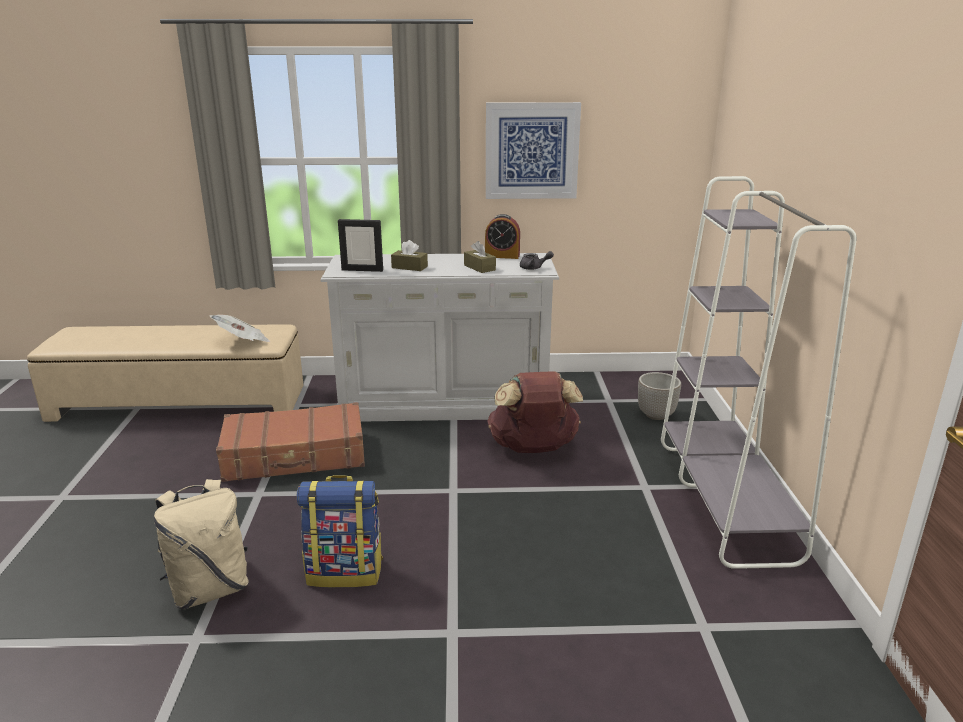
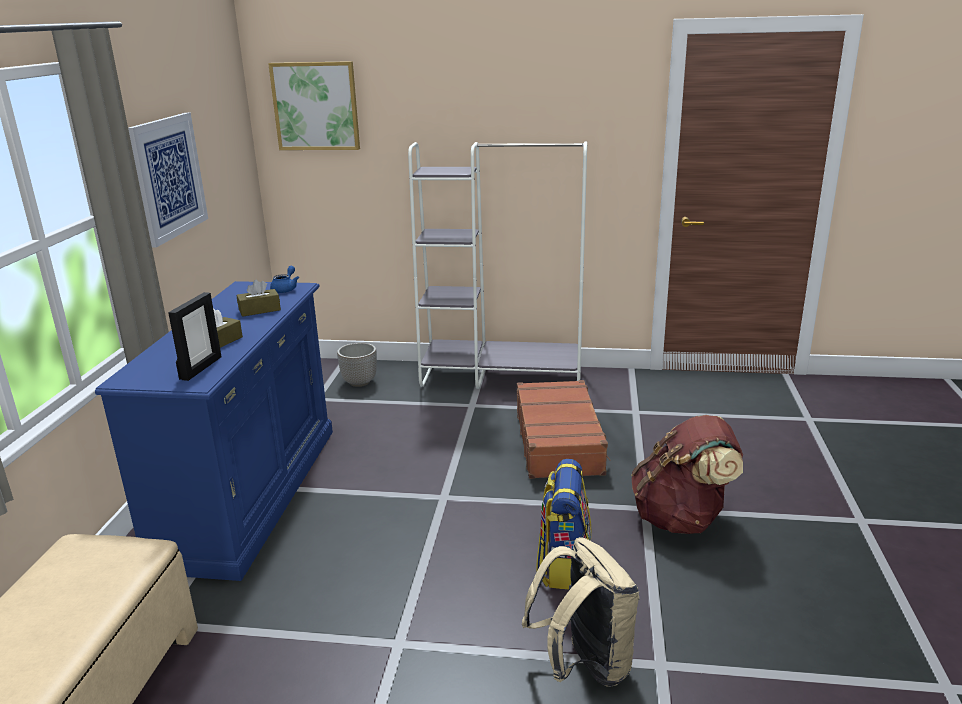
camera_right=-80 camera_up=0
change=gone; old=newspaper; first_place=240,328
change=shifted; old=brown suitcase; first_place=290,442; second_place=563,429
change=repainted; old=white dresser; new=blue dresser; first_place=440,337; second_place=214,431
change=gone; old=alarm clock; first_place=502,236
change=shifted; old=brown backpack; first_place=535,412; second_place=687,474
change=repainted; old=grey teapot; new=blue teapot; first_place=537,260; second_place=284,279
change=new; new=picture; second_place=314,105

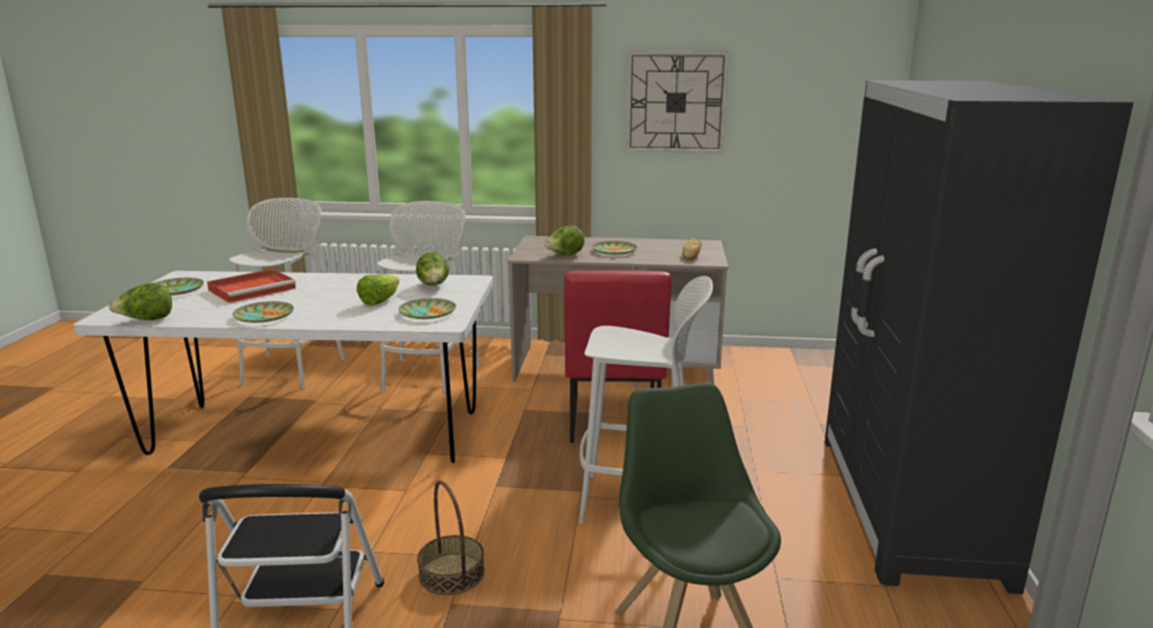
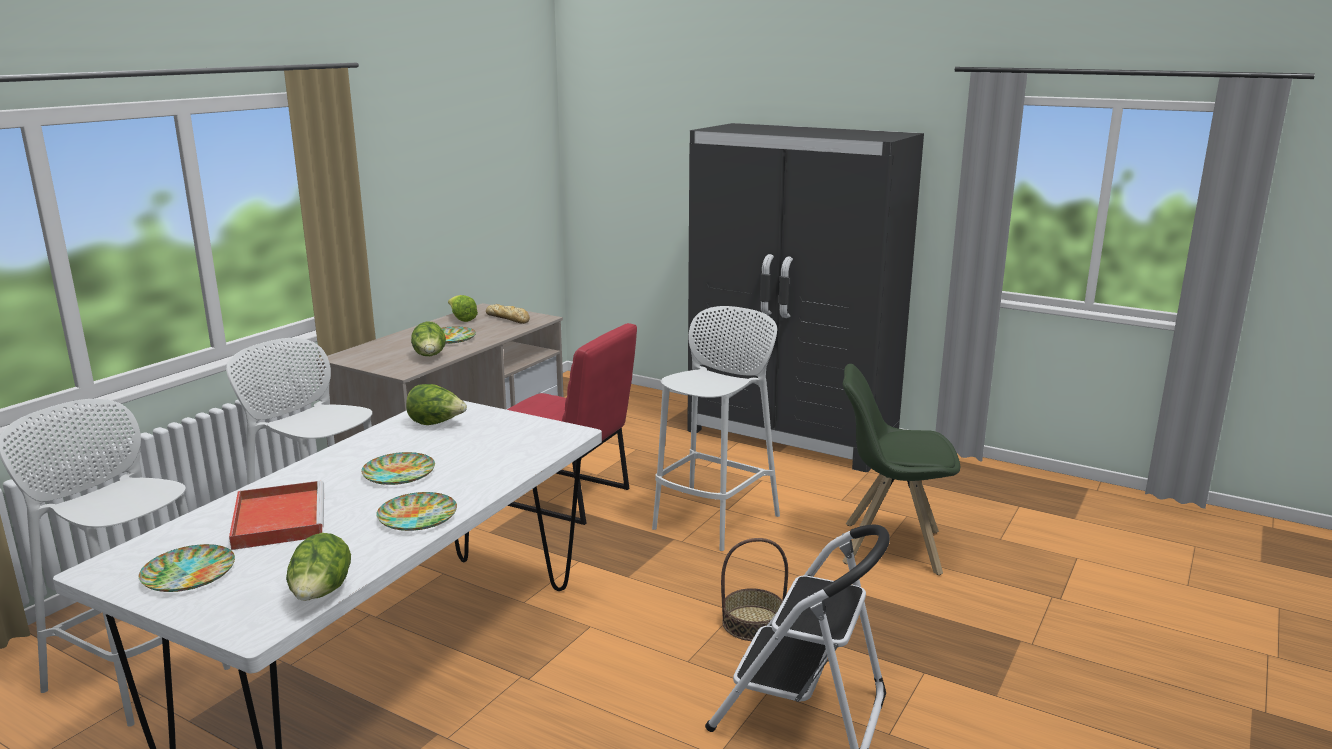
camera_right=-65 camera_up=0
change=shifted; old=lettuce; first_place=378,290; second_place=463,308
change=shifted; old=plate; first_place=427,308; second_place=398,468
change=gone; old=wall clock; first_place=677,102

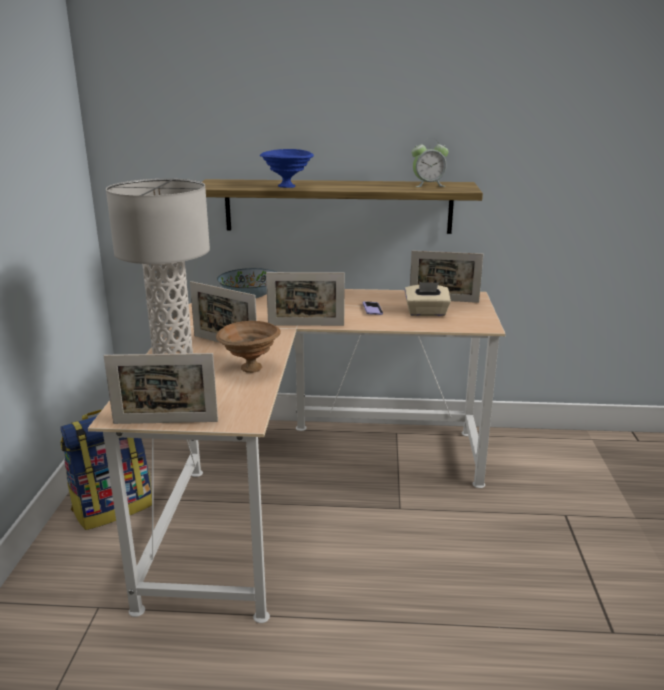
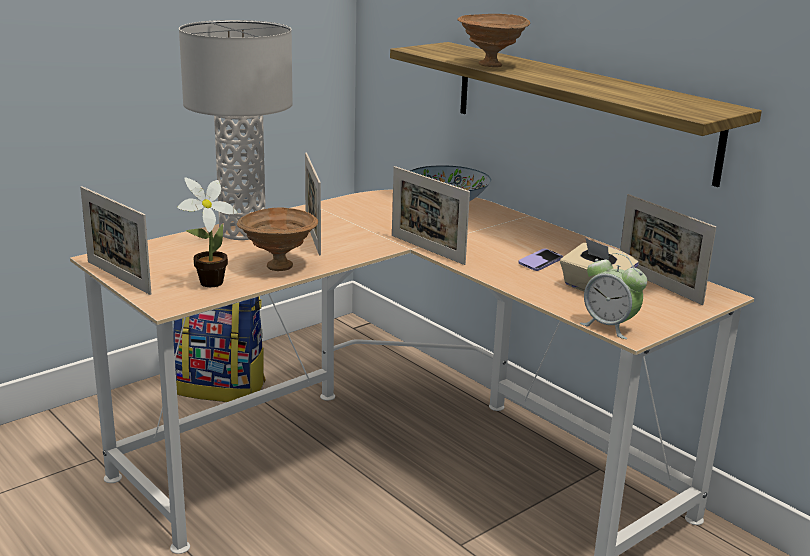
camera_right=45 camera_up=0
change=repainted; old=blue bowl; new=brown bowl; first_place=287,168; second_place=493,40
change=shifted; old=alarm clock; first_place=430,162; second_place=613,296
change=new; new=potted plant; second_place=207,232

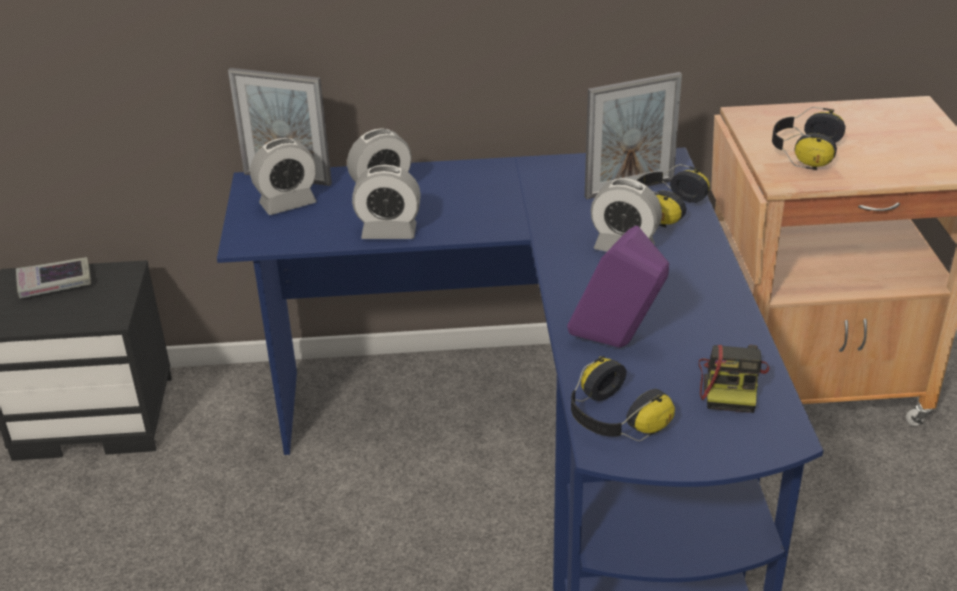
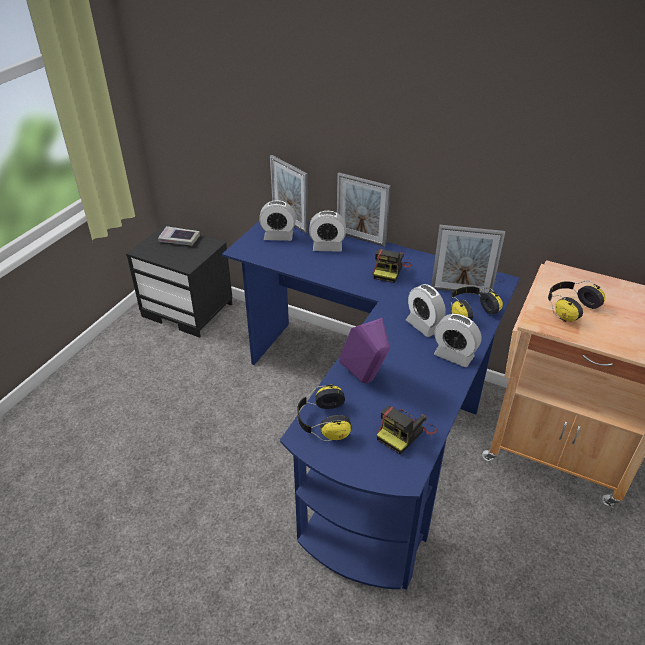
camera_right=30 camera_up=5
change=shifted; old=alarm clock; first_place=386,202; second_place=458,340
change=new; new=picture frame; second_place=364,210
change=new; new=photo camera; second_place=391,266

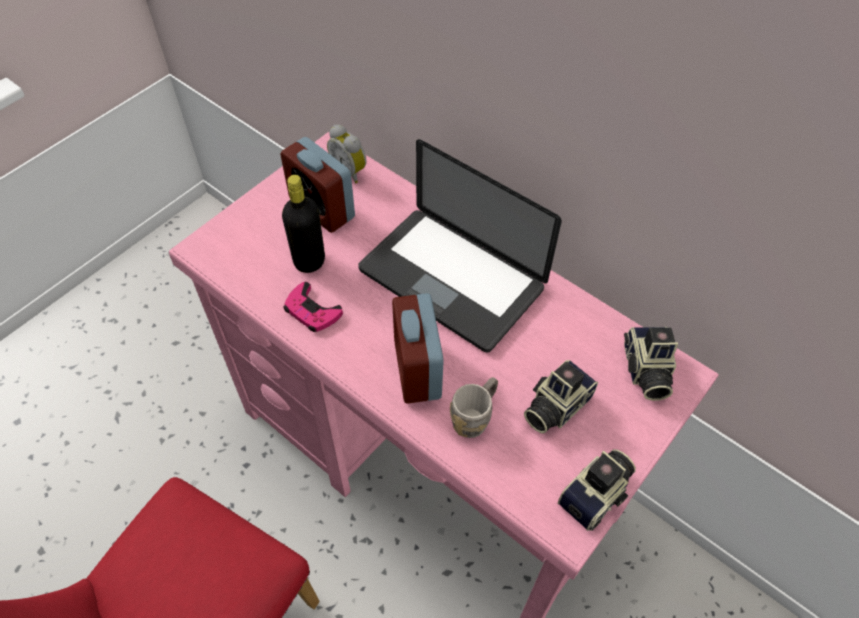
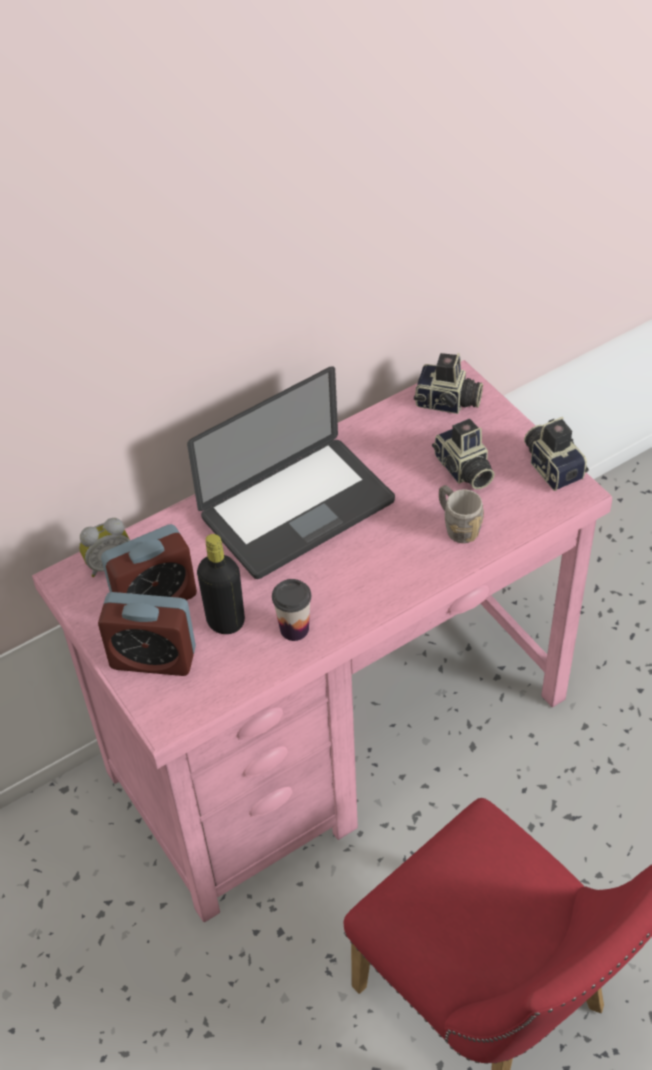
camera_right=-70 camera_up=-5
change=swapped; old=pink game controller; new=cup; first_place=313,307; second_place=291,610
change=shifted; old=alarm clock; first_place=418,348; second_place=147,634

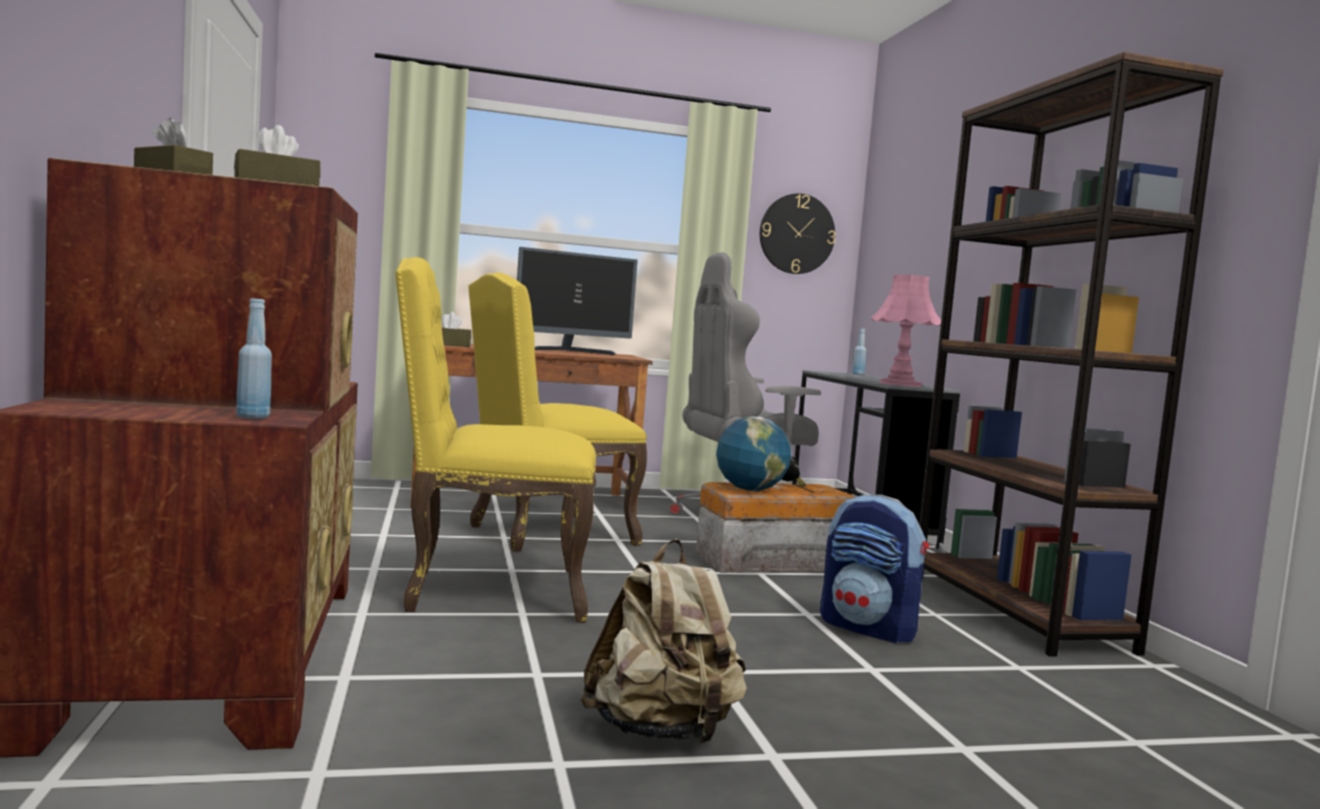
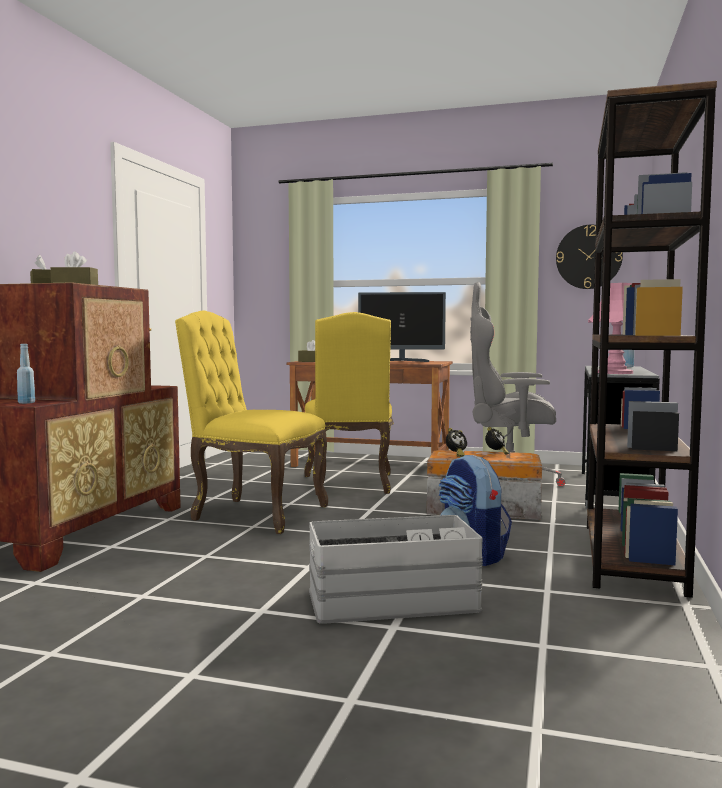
camera_right=30 camera_up=0
change=rotated; old=yellow chair; first_place=558,412; second_place=349,403; degrees=-90
change=gone; old=beige backpack; first_place=663,641
change=swapped; old=globe; new=alarm clock; first_place=753,453; second_place=456,442
change=new; new=grey storage box; second_place=396,569

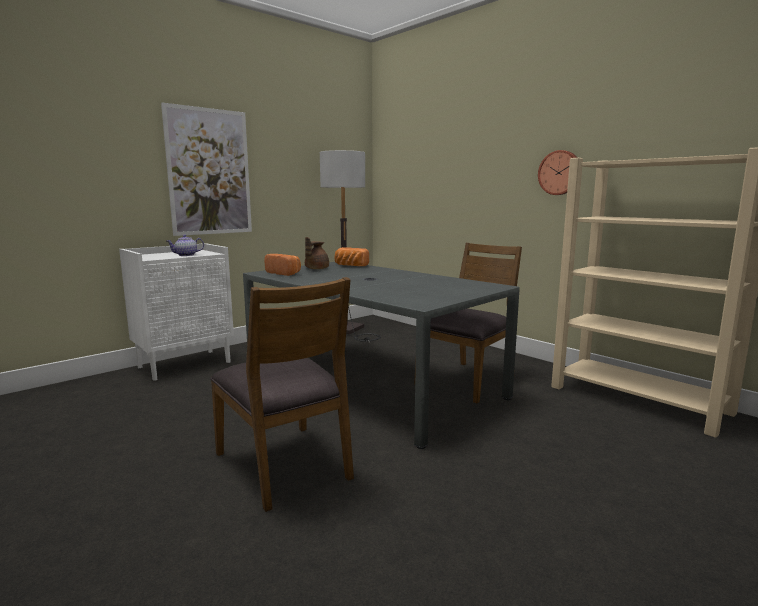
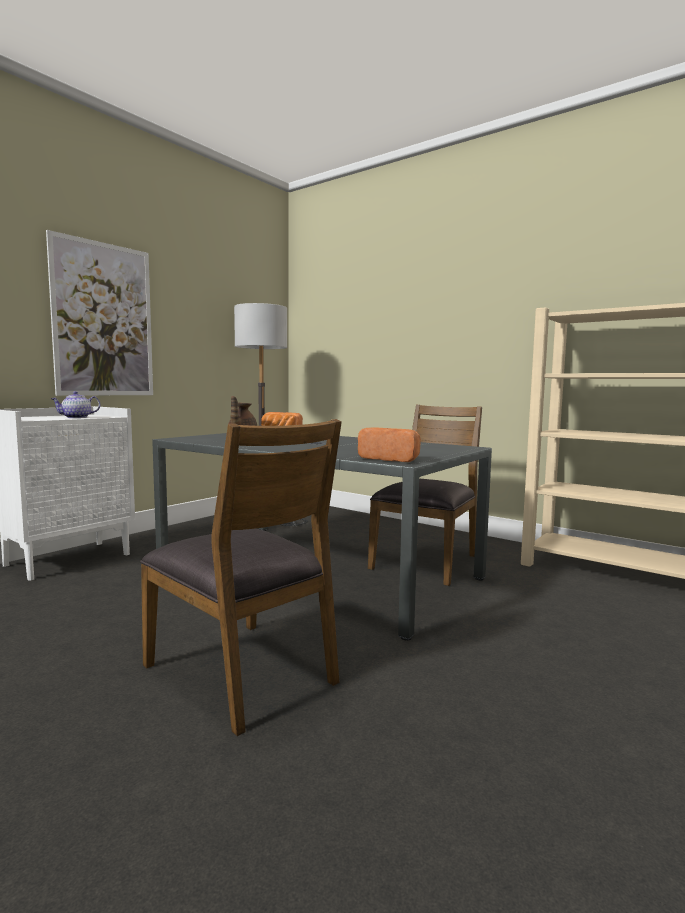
camera_right=-10 camera_up=-5
change=shifted; old=bread; first_place=282,265; second_place=389,445
change=gone; old=wall clock; first_place=557,172

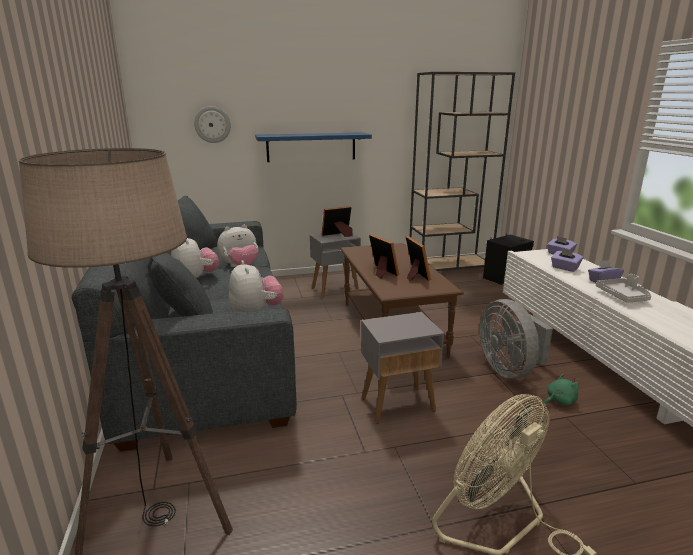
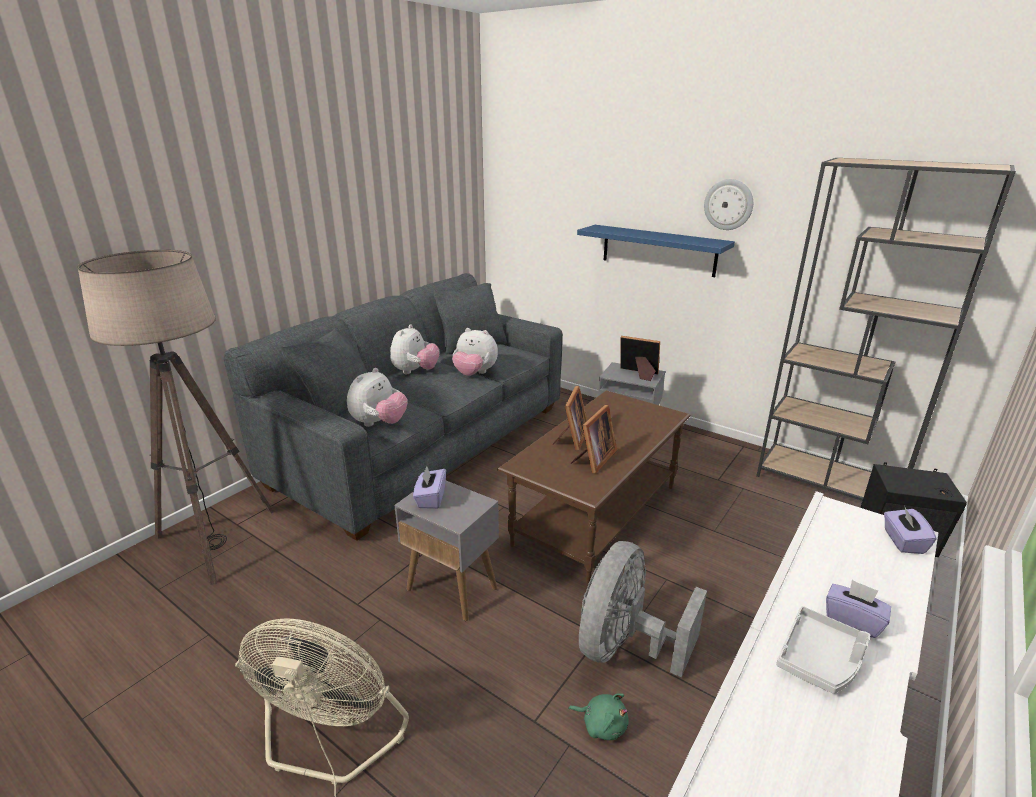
camera_right=50 camera_up=5
change=shifted; old=wall clock; first_place=212,124; second_place=728,204
change=shifted; old=purple tissue box; first_place=567,260; second_place=429,487

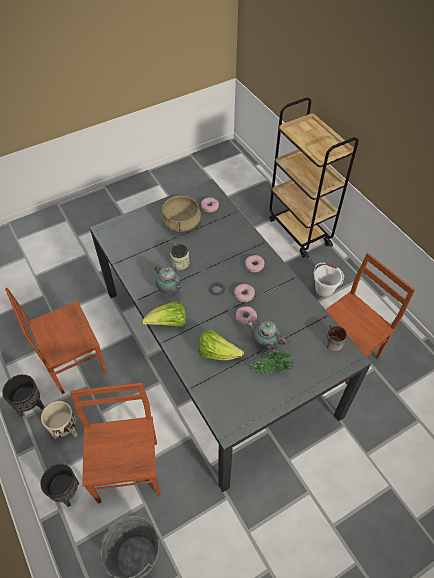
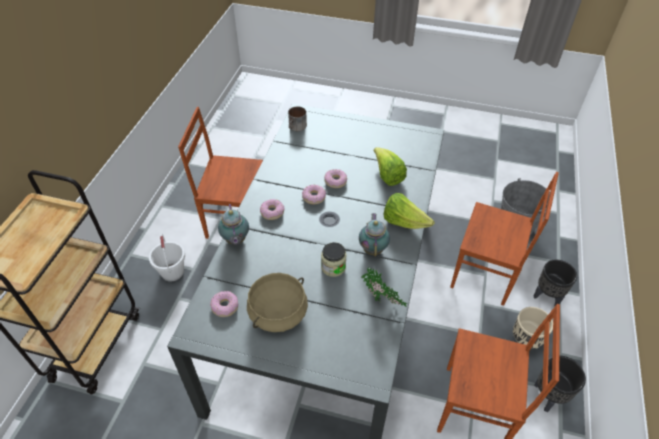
camera_right=-135 camera_up=-5
change=rotated; old=brown chair; first_place=115,443; second_place=504,239; degrees=-105
change=shifted; old=teapot; first_place=266,335; second_place=233,224
change=shifted; old=potted plant; first_place=271,363; second_place=384,287

